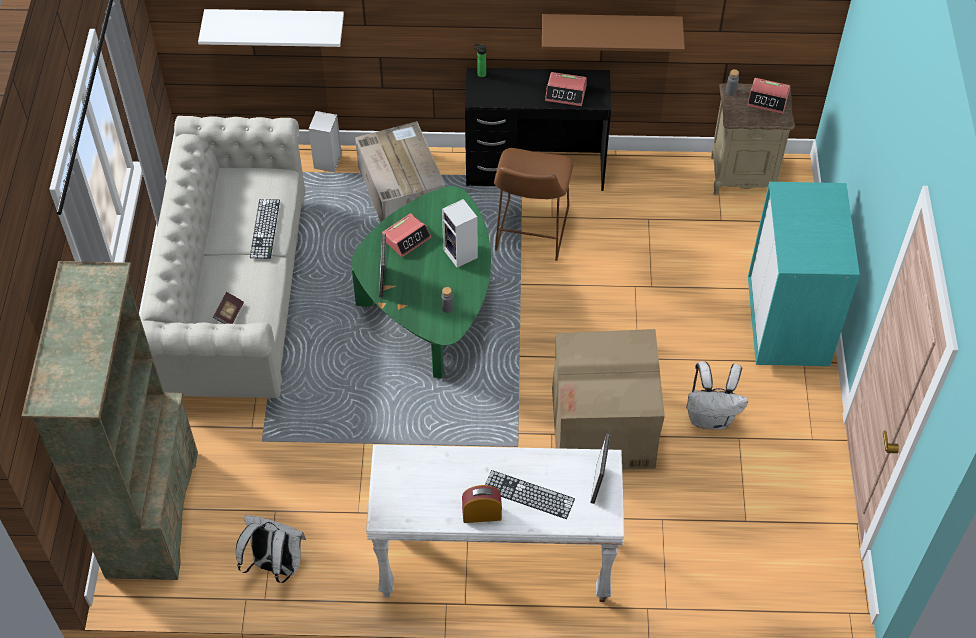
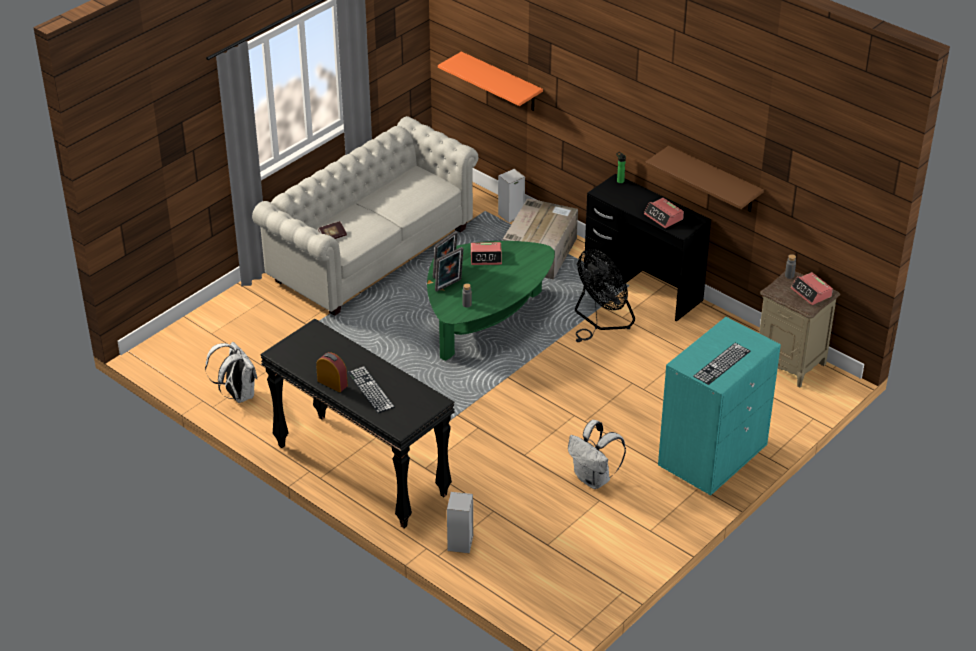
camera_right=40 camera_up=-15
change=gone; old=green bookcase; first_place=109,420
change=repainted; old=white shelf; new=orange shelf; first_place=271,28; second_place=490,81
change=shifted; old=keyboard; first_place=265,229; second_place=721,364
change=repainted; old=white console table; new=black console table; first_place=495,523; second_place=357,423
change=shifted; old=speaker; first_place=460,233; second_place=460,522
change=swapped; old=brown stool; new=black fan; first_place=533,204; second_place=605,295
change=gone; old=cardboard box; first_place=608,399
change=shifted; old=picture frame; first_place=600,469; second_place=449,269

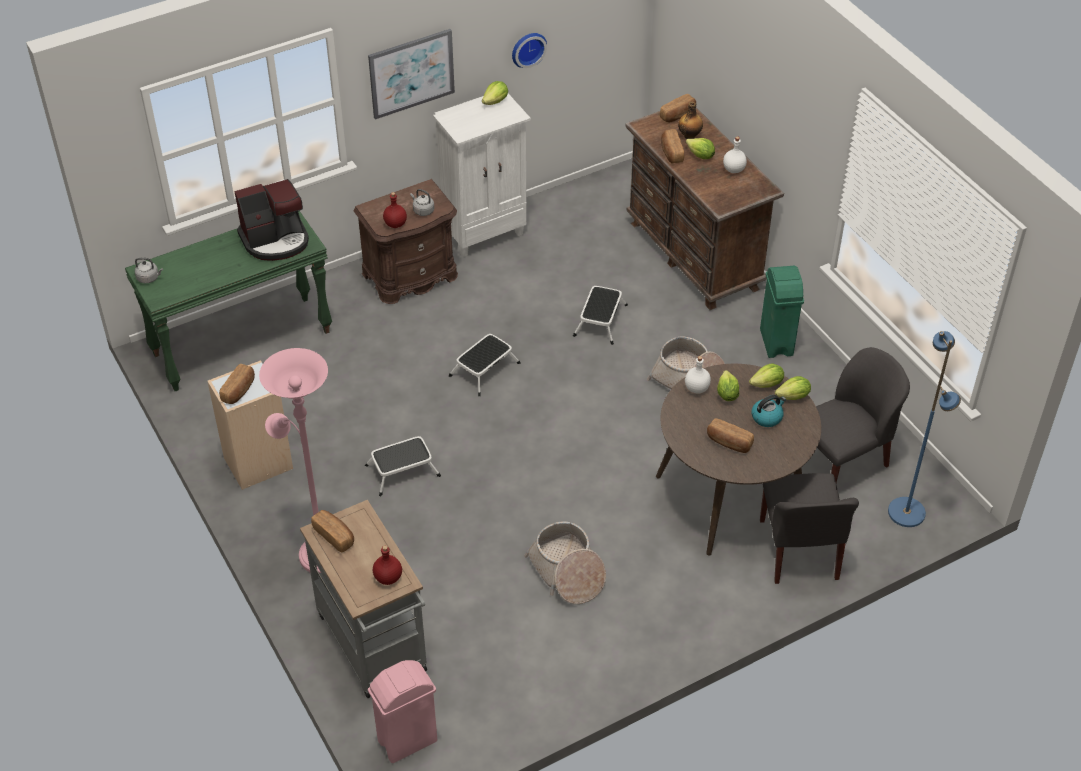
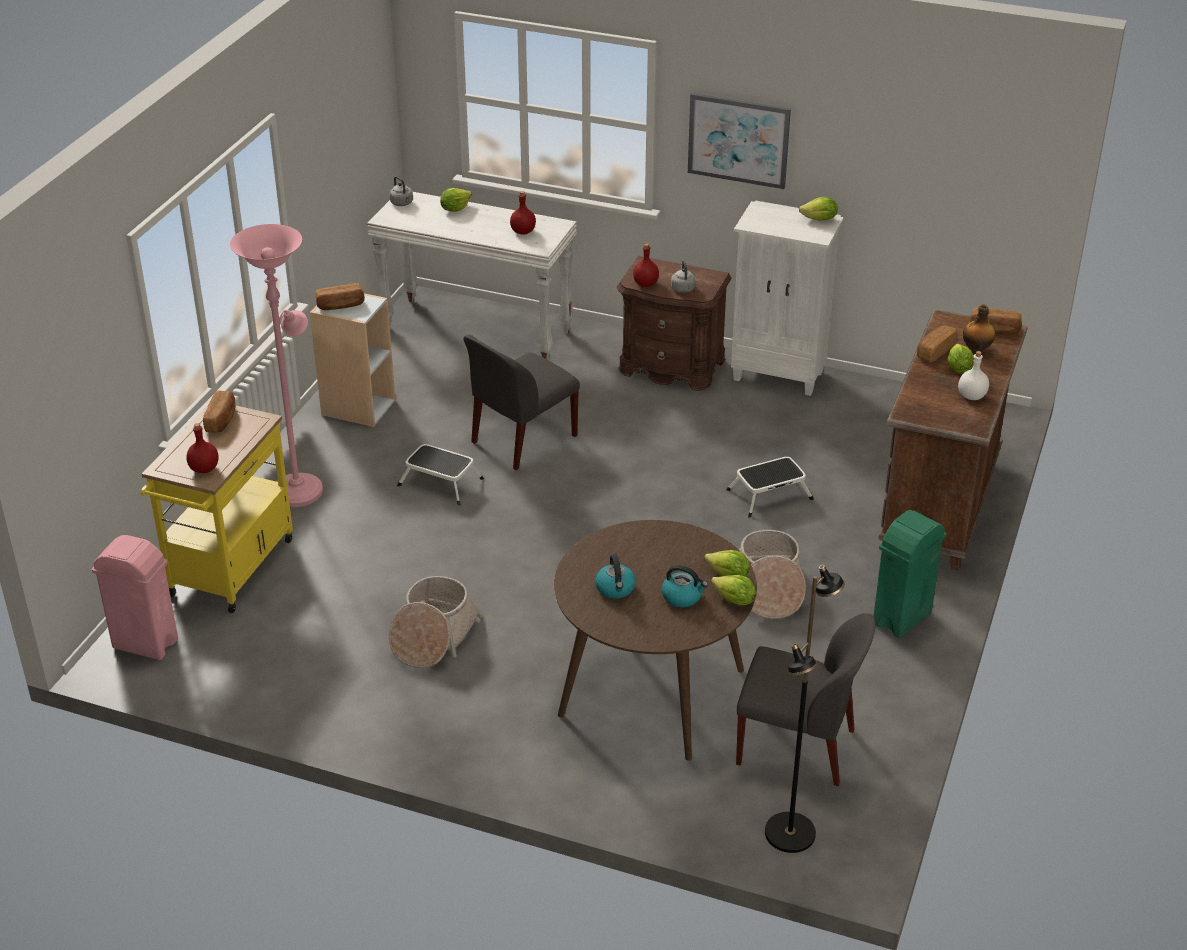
camera_right=50 camera_up=-10
change=repainted; old=green console table; new=white console table; first_place=228,301; second_place=472,276
change=swapped; old=coffee machine; new=red bottle; first_place=271,220; second_place=523,212
change=repainted; old=grey cart; new=yellow cart; first_place=363,599; second_place=216,508
change=gone; old=black step ladder; first_place=485,365
change=gone; old=wall clock; first_place=529,50
change=gone; old=white bottle; first_place=698,375
change=swapped; old=bread; new=kettle; first_place=730,435; second_place=615,576
change=shifted; old=lettuce; first_place=728,385; second_place=456,200
change=shifted; old=grey chair; first_place=809,528; second_place=521,402
change=repainted; old=blue floor lamp; new=black floor lamp; first_place=924,429; second_place=805,709

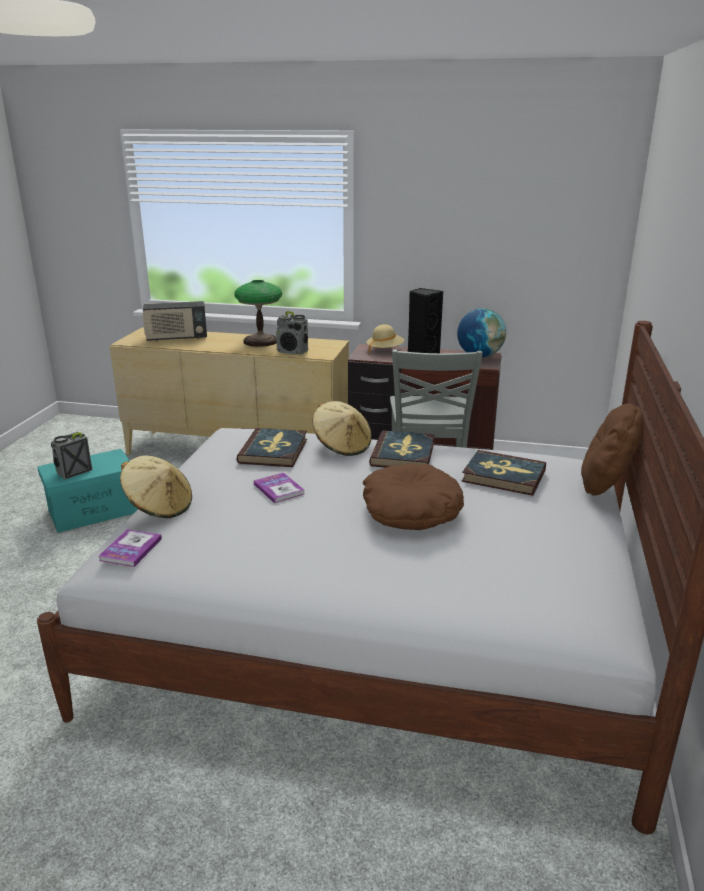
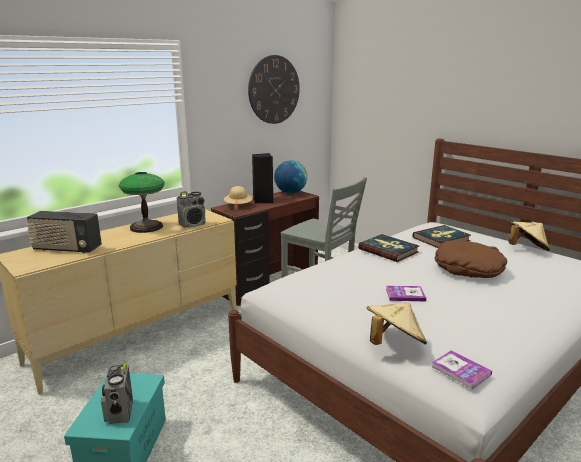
camera_right=-55 camera_up=-5
change=rotated; old=radio; first_place=174,321; second_place=64,232; degrees=75
change=gone; old=book; first_place=272,447
change=shifted; old=beige hat; first_place=342,428; second_place=529,236
change=gone; old=brown pillow; first_place=612,449
change=new; new=wall clock; second_place=274,89

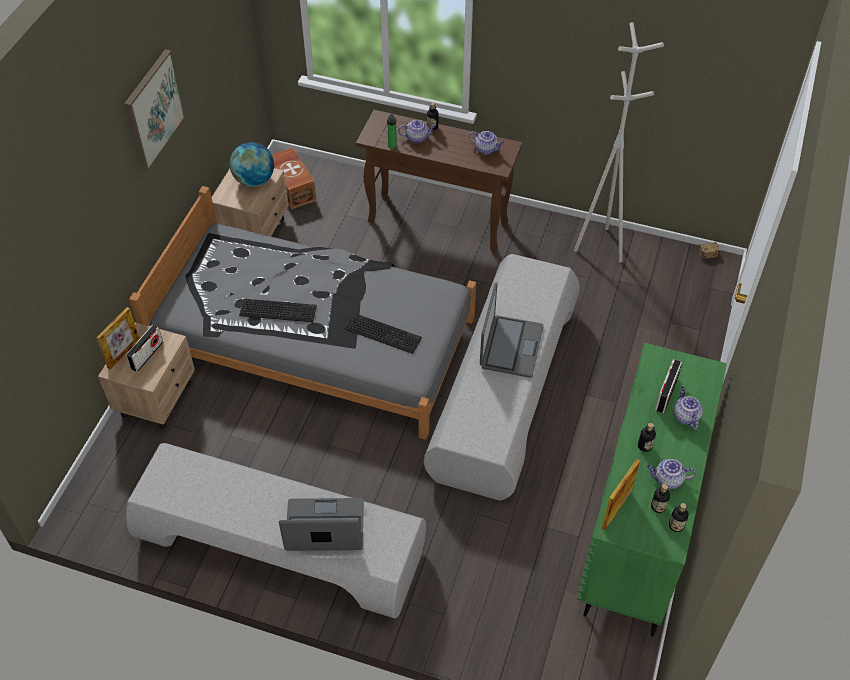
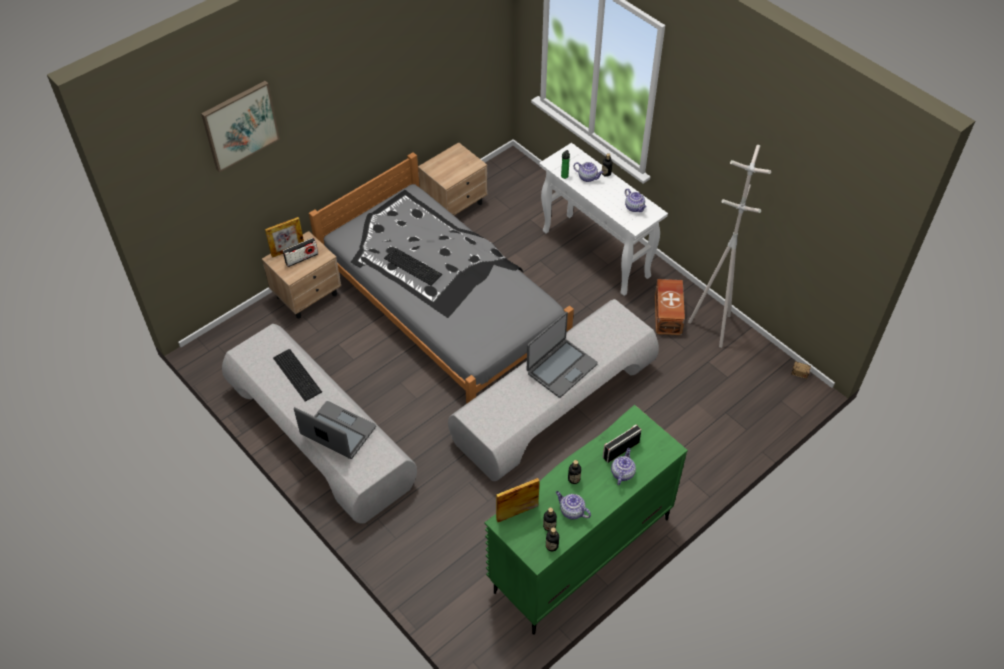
camera_right=30 camera_up=0
change=shifted; old=picture; first_place=154,110; second_place=240,126
change=gone; old=globe; first_place=252,164
change=shifted; old=brown storage box; first_place=294,179; second_place=670,307
change=shifted; old=keyboard; first_place=383,333; second_place=297,375
change=repainted; old=brown console table; new=white console table; first_place=439,181; second_place=603,219

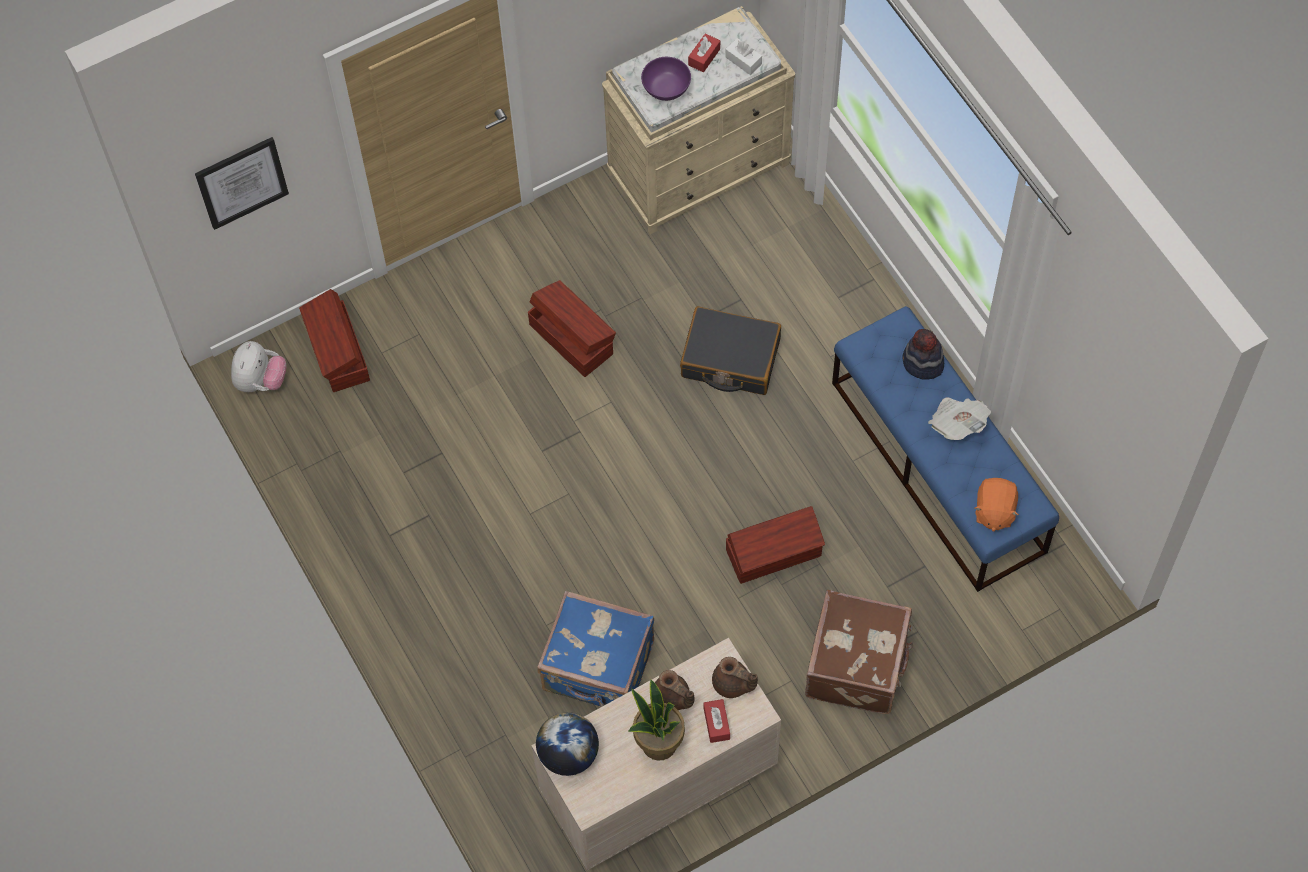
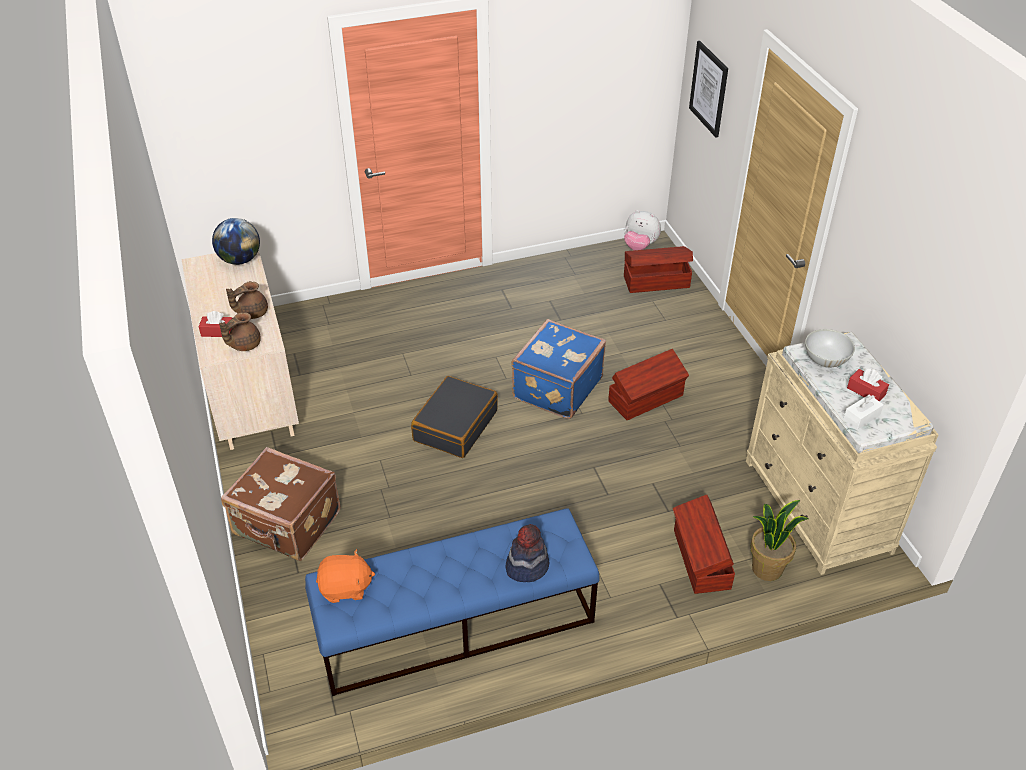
camera_right=100 camera_up=-20
change=shifted; old=blue suitcase; first_place=595,649; second_place=558,369
change=shifted; old=potted plant; first_place=656,720; second_place=779,540
change=repainted; old=purple bowl; new=white bowl; first_place=666,79; second_place=830,348
change=shifted; old=black suitcase; first_place=730,350; second_place=454,417
change=shifted; old=brown storage box; first_place=775,545; second_place=704,544
change=gone; old=newspaper; first_place=959,418
change=rotated; old=orange plush toy; first_place=997,505; second_place=345,576; degrees=150

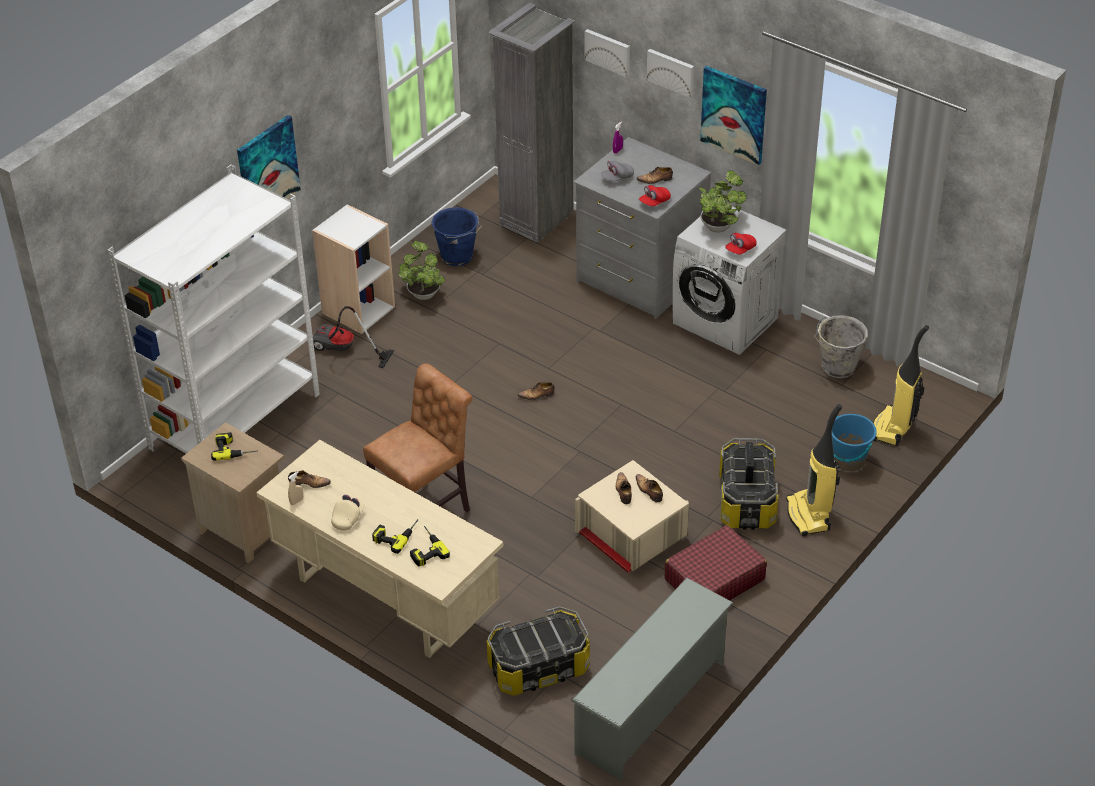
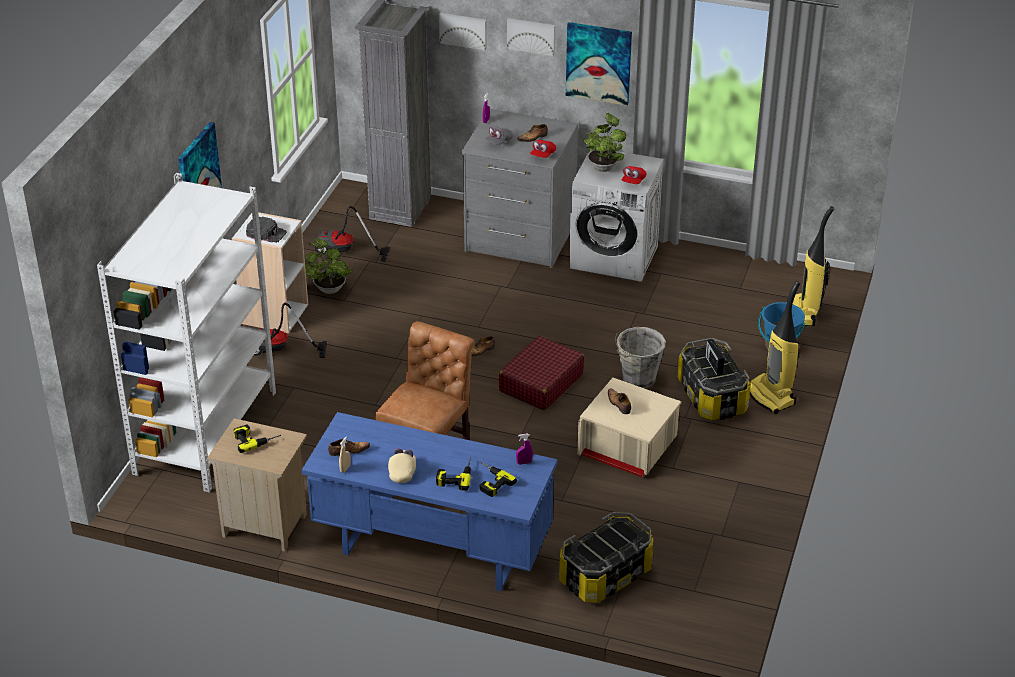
camera_right=-20 camera_up=-5
change=repainted; old=beige desk; new=blue desk; first_place=379,549; second_place=429,501
change=swapped; old=blue bucket; new=vacuum cleaner; first_place=456,236; second_place=352,234
change=gone; old=grey shoe rack; first_place=652,679
change=gone; old=shoe; first_place=649,488
change=shifted; old=red suitcase; first_place=715,562; second_place=541,373
change=shifted; old=grey bucket; first_place=841,347; second_place=640,357
change=new; new=black cap; second_place=266,230
change=new; new=purple spray bottle; second_place=524,449

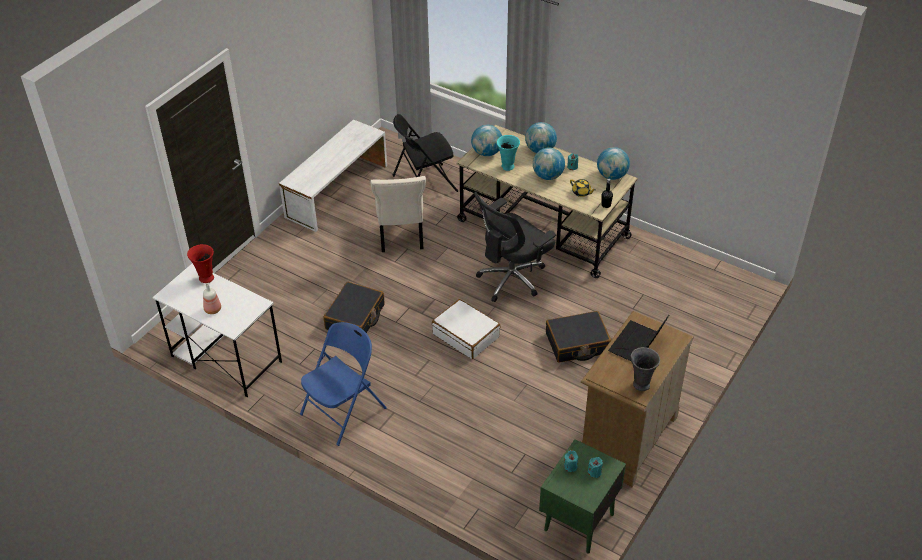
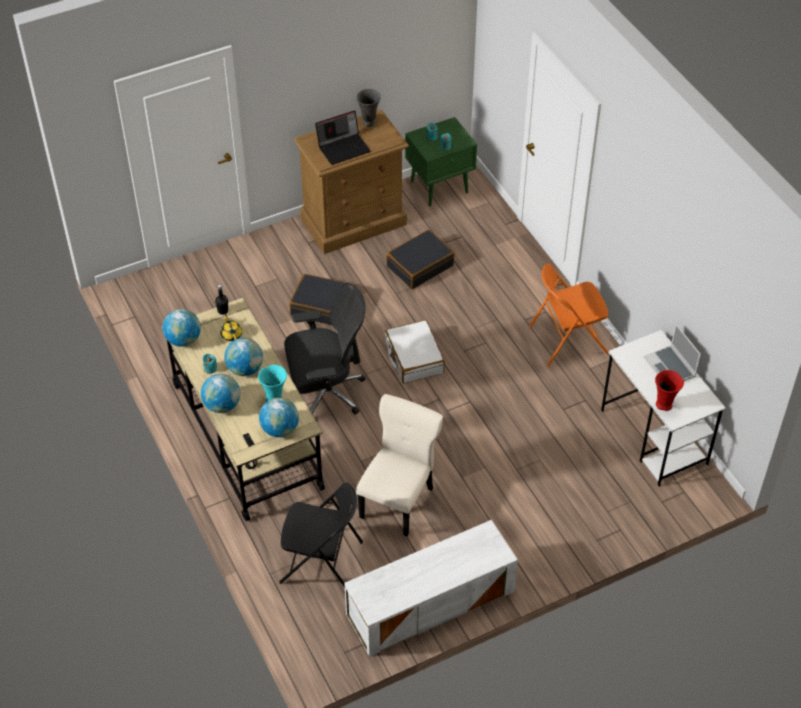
camera_right=-150 camera_up=5
change=swapped; old=bottle; new=laptop; first_place=212,298; second_place=672,352
change=repainted; old=blue chair; new=orange chair; first_place=343,384; second_place=568,315
change=shifted; old=black suitcase; first_place=353,309; second_place=420,259

